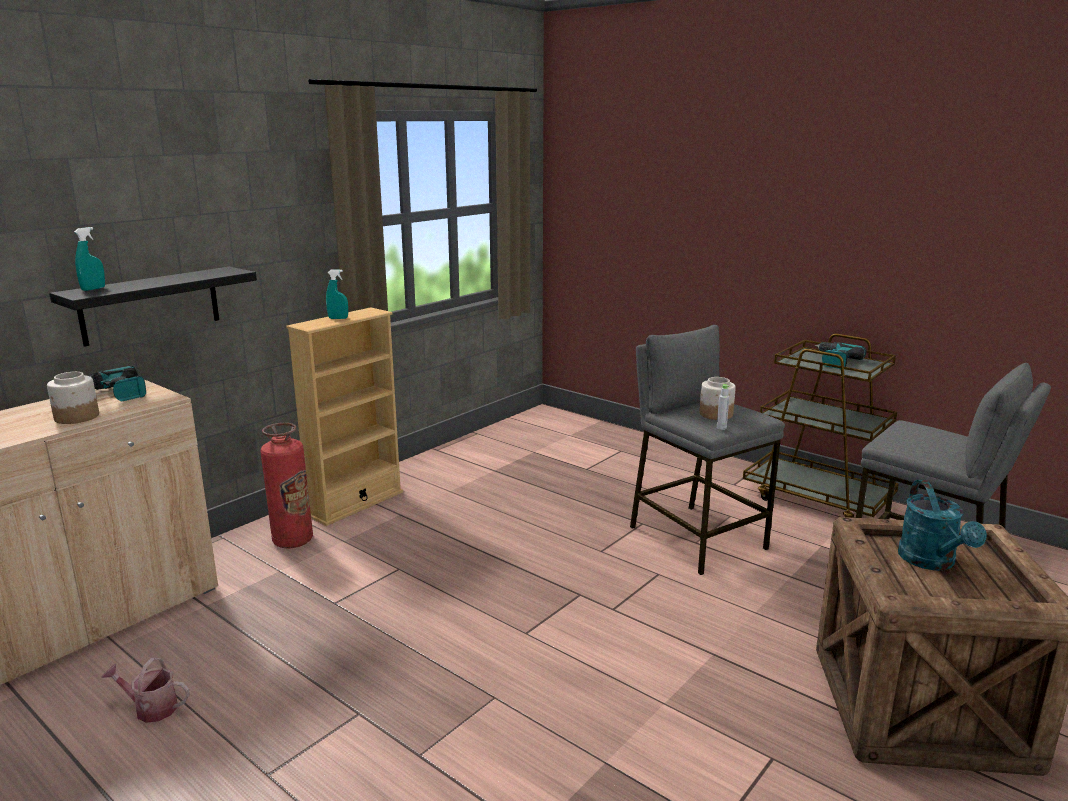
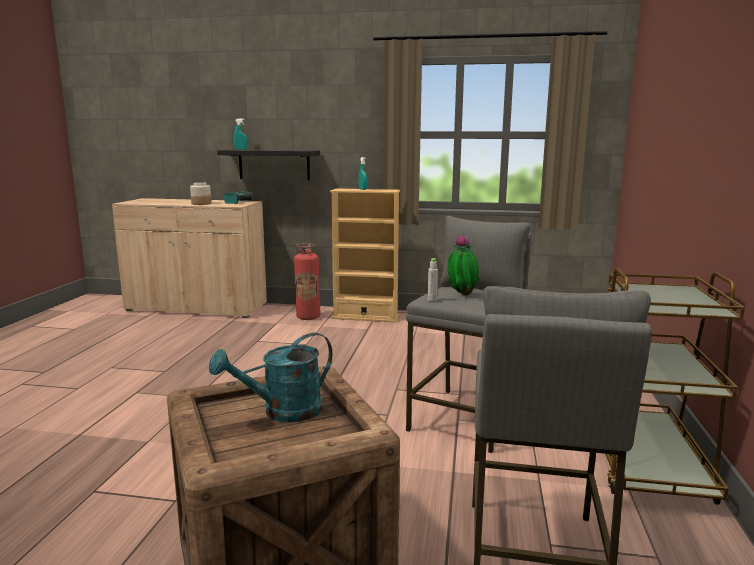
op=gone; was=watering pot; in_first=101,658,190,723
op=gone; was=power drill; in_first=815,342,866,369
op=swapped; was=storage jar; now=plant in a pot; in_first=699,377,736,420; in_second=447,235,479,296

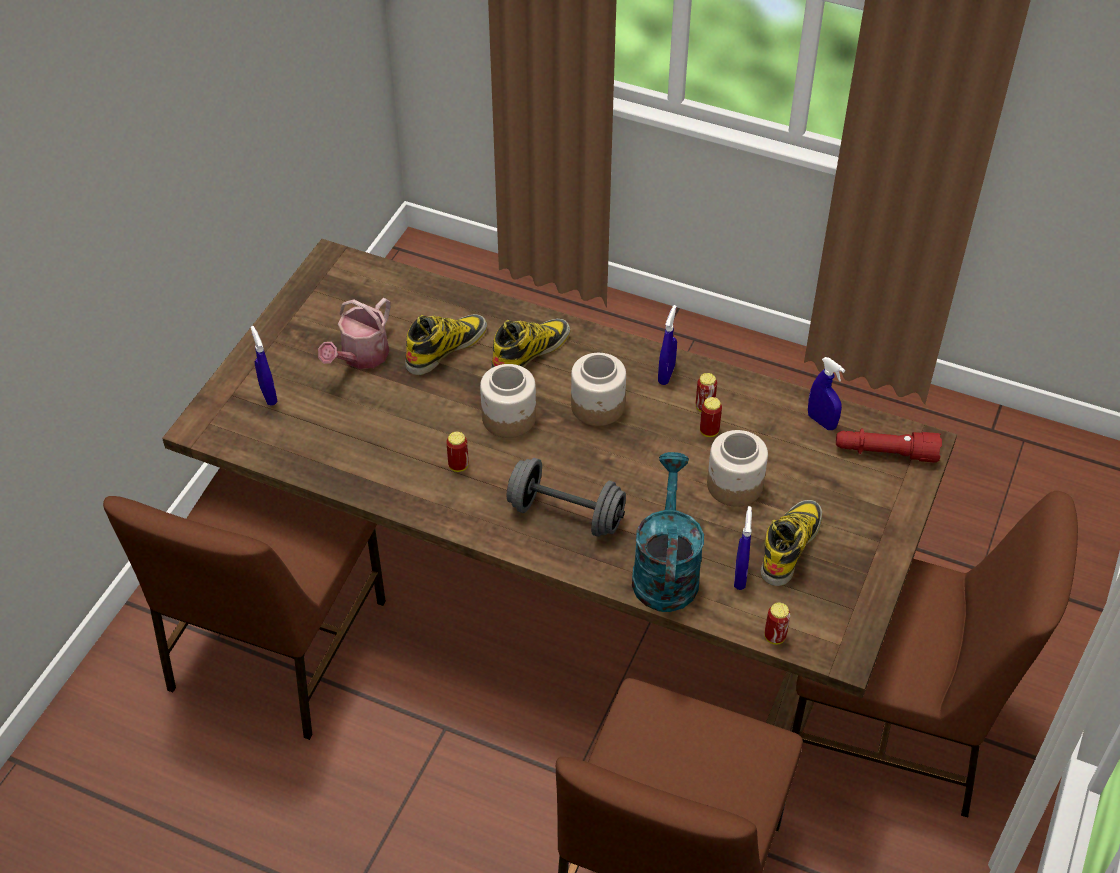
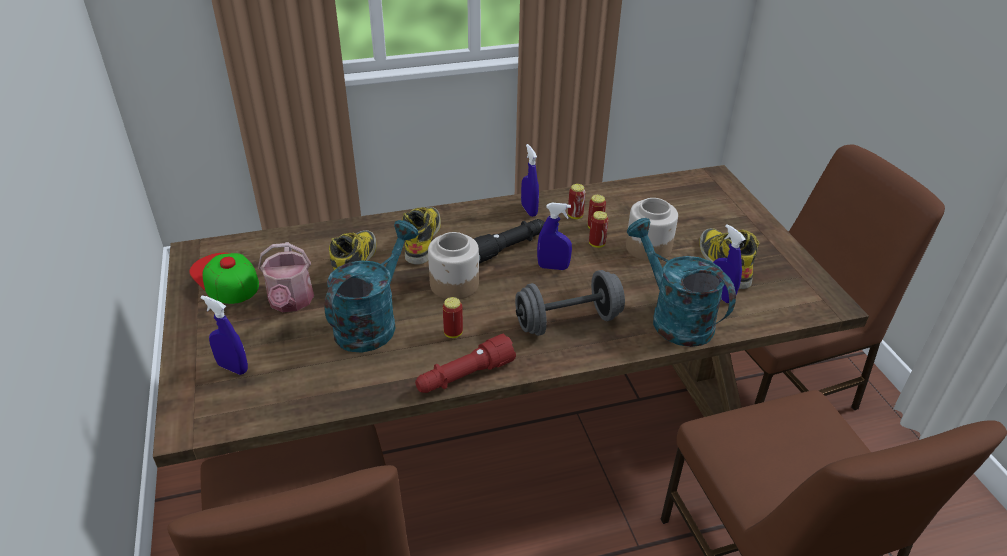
op=new; now=peaked cap; in_second=189,253,259,304
op=new; now=turquoise-coloured watering pot; in_second=325,220,419,353
op=shifted; was=can; in_first=765,603,790,645; in_second=589,211,609,248
op=shifted; was=blue spray bottle; in_first=808,357,845,430; in_second=537,203,572,270
op=shifted; was=red hand torch; in_first=836,429,942,463; in_second=415,334,516,393
op=swapped; was=storage jar; now=blackish hand torch; in_first=571,353,626,426; in_second=474,219,545,263

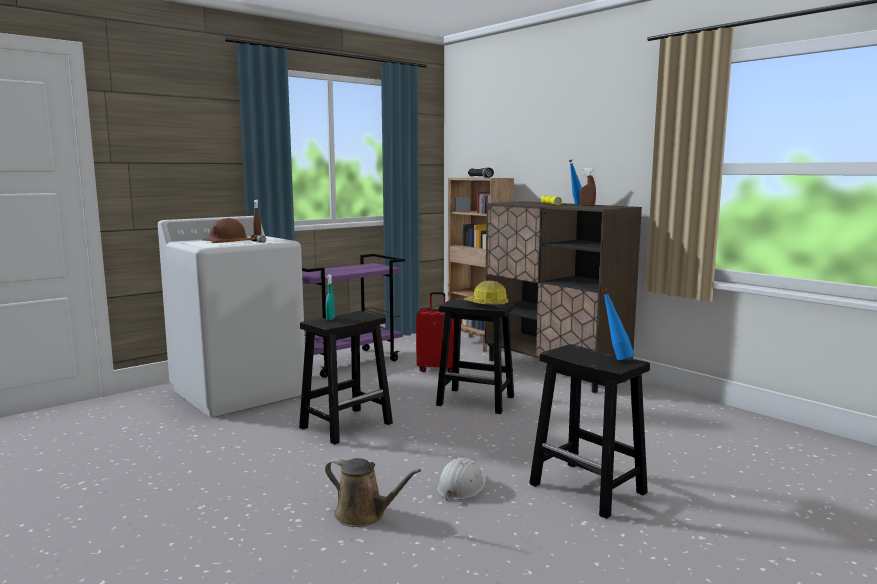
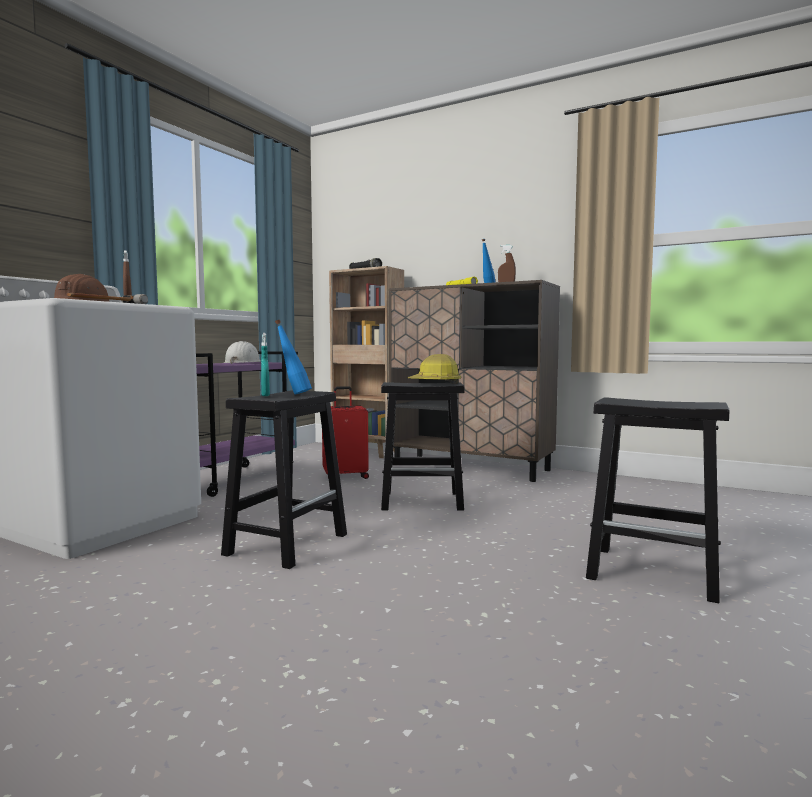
op=gone; was=brownish watering pot; in_first=325,458,421,527
op=shifted; was=white-coloured hard hat; in_first=437,458,487,501; in_second=224,341,261,364
op=shifted; was=blue bottle; in_first=602,288,634,360; in_second=275,320,312,394

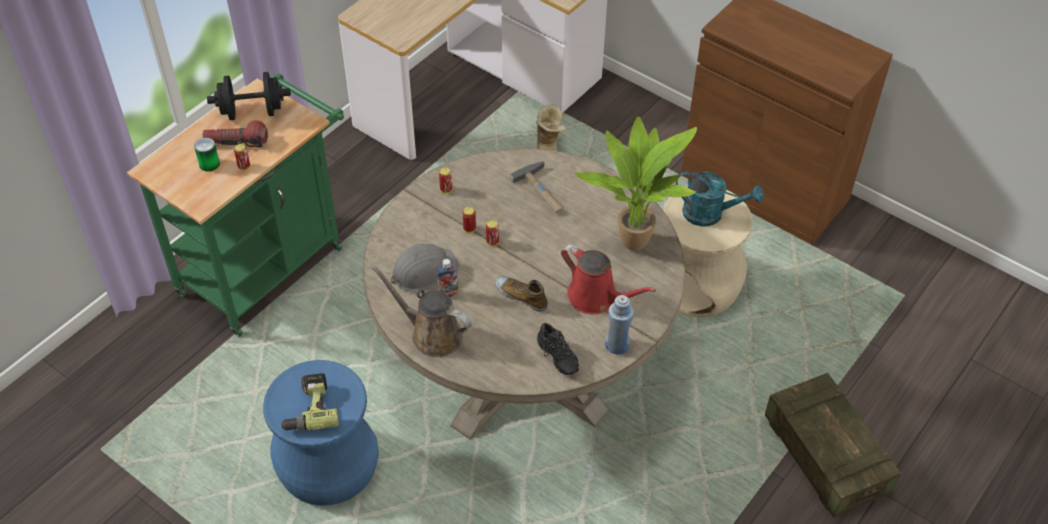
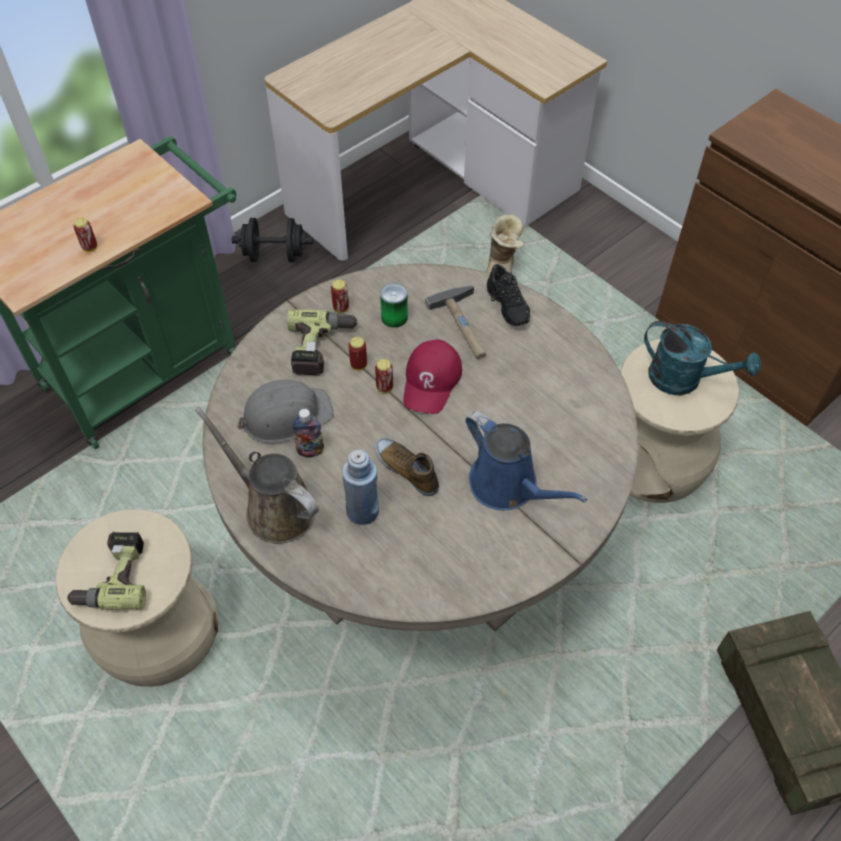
op=gone; was=hand torch; in_first=203,120,268,148
op=gone; was=plant in a pot; in_first=575,116,697,251
op=new; now=power drill; in_second=287,309,359,375
op=new; now=red peaked cap; in_second=403,340,462,414
op=shifted; was=can; in_first=194,138,220,172; in_second=380,283,408,328
op=shifted; was=blackish free weight; in_first=207,72,291,120; in_second=232,218,313,262
op=shifted; was=blackish item of footwear; in_first=537,323,579,375; in_second=487,264,530,326
op=shifted; was=blue bottle; in_first=605,295,634,354; in_second=342,449,379,525
op=repainted; was=blue stool seat; now=beige stool seat; in_first=263,360,379,505; in_second=55,509,218,687
op=repainted; was=red watering pot; now=blue watering pot; in_first=561,244,656,314; in_second=465,411,587,510

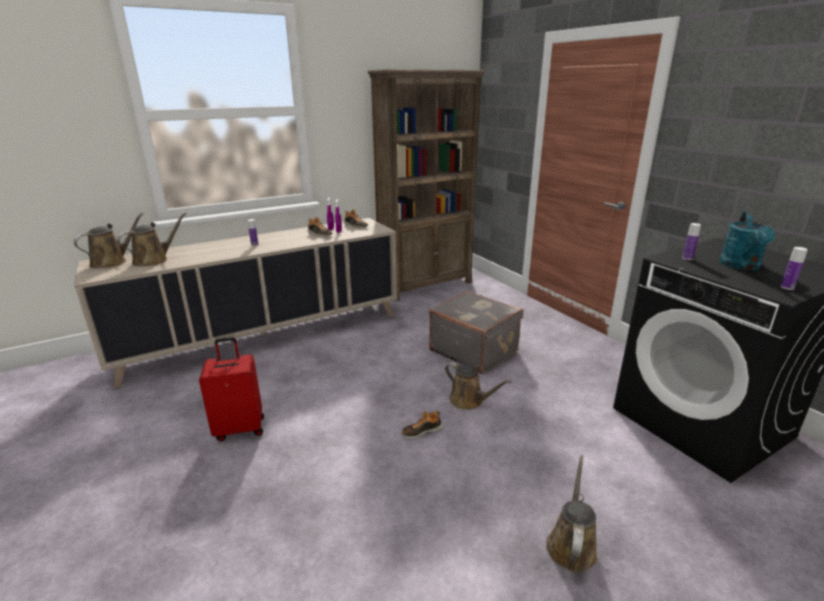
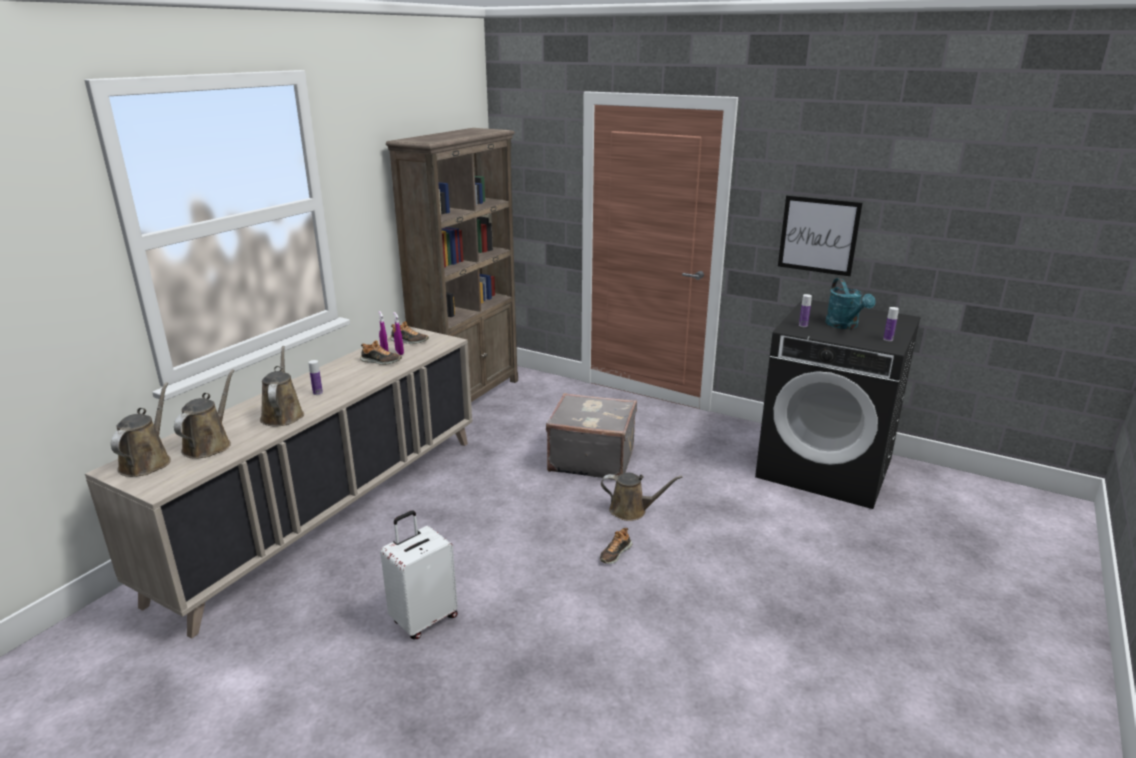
op=new; now=wall art; in_second=778,195,863,276
op=shifted; was=brownish watering pot; in_first=546,455,597,572; in_second=260,346,304,427
op=repainted; was=red piece of luggage; now=white-coloured piece of luggage; in_first=199,337,264,441; in_second=380,511,458,639

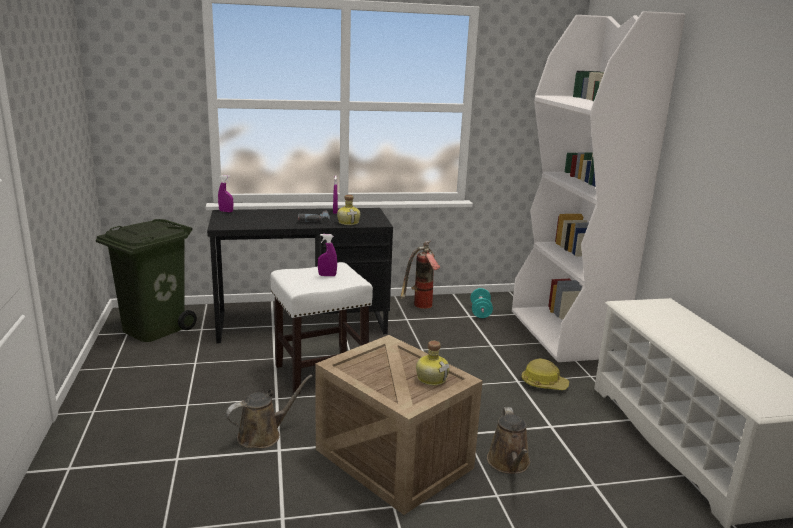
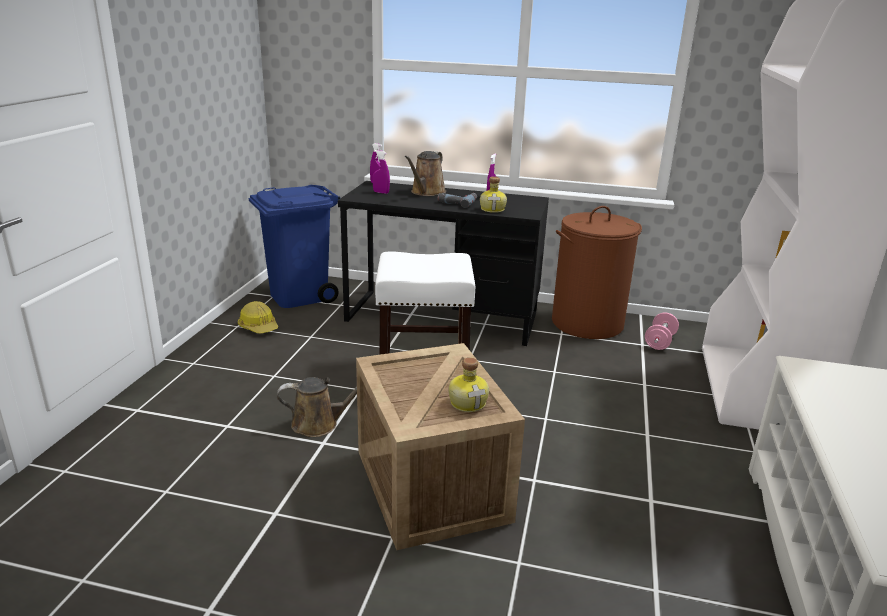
op=shifted; was=purplish spray bottle; in_first=318,234,337,276; in_second=372,150,390,194
op=shifted; was=brownish watering pot; in_first=487,407,530,474; in_second=405,151,446,196
op=shifted; was=hard hat; in_first=521,359,569,390; in_second=238,301,279,333
op=swapped; was=fire-fighting cylinder; now=brownish laundry basket; in_first=401,241,441,309; in_second=552,206,642,339
op=repainted; was=green waste bin; now=blue waste bin; in_first=96,219,197,342; in_second=249,185,340,308
op=repainted; was=turquoise-coloured free weight; now=pink free weight; in_first=471,288,493,318; in_second=645,312,679,350

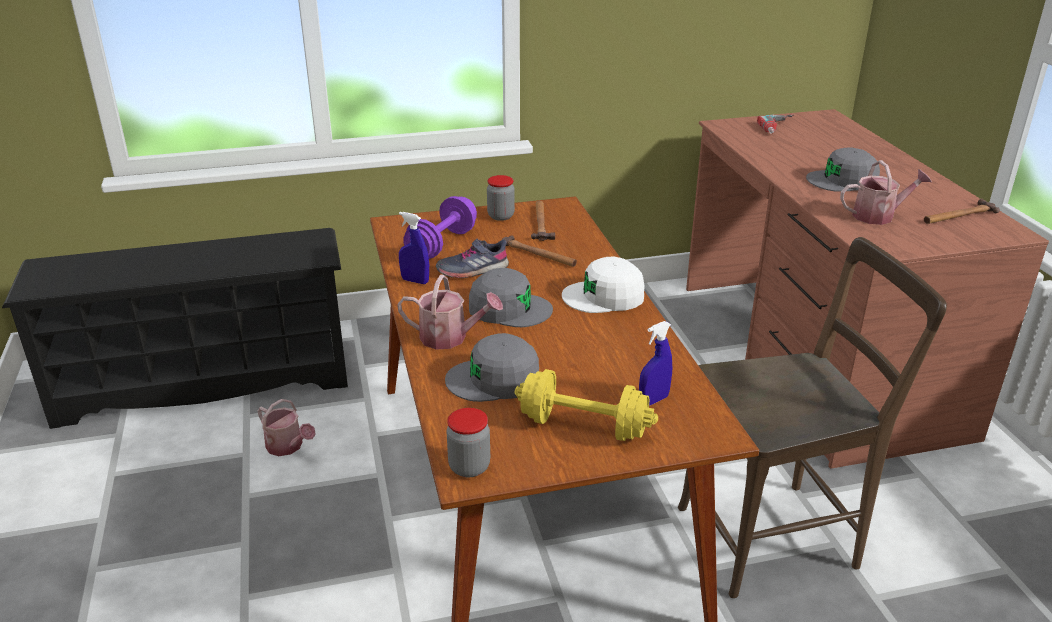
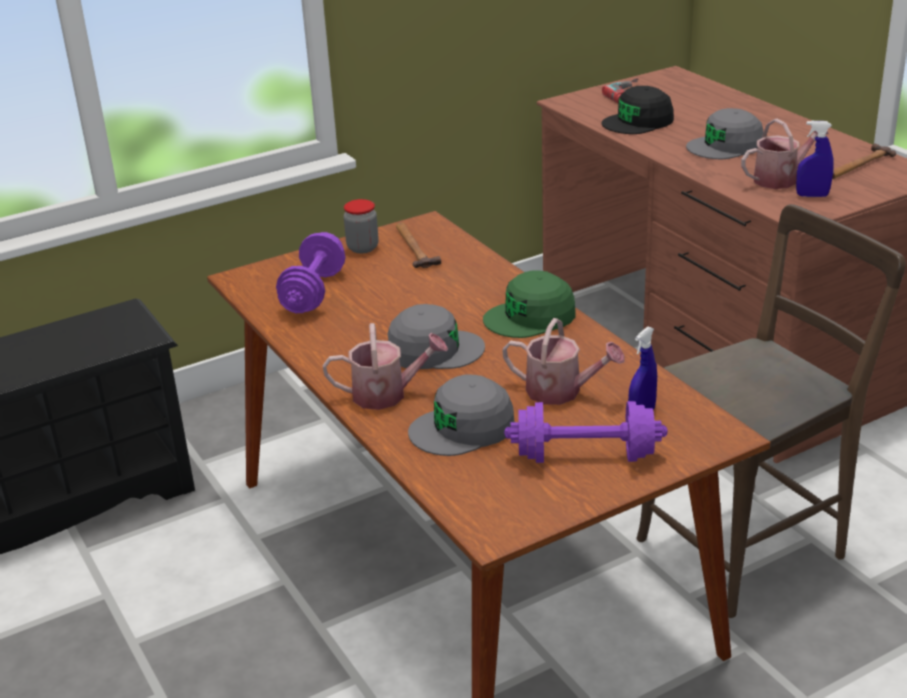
op=gone; was=grey item of footwear; in_first=436,238,509,278
op=gone; was=storage jar; in_first=446,408,490,477
op=gone; was=hand hammer; in_first=498,235,577,267
op=new; now=blackish peaked cap; in_second=601,86,674,134
op=shifted; was=watering pot; in_first=258,399,316,456; in_second=502,318,625,405
op=shifted; was=blue spray bottle; in_first=399,212,429,284; in_second=796,121,834,197
op=repainted; was=yellowish free weight; now=purplish free weight; in_first=514,369,658,441; in_second=504,401,668,463
op=repainted; was=white-coloured peaked cap; now=green peaked cap; in_first=562,257,645,313; in_second=483,270,576,338

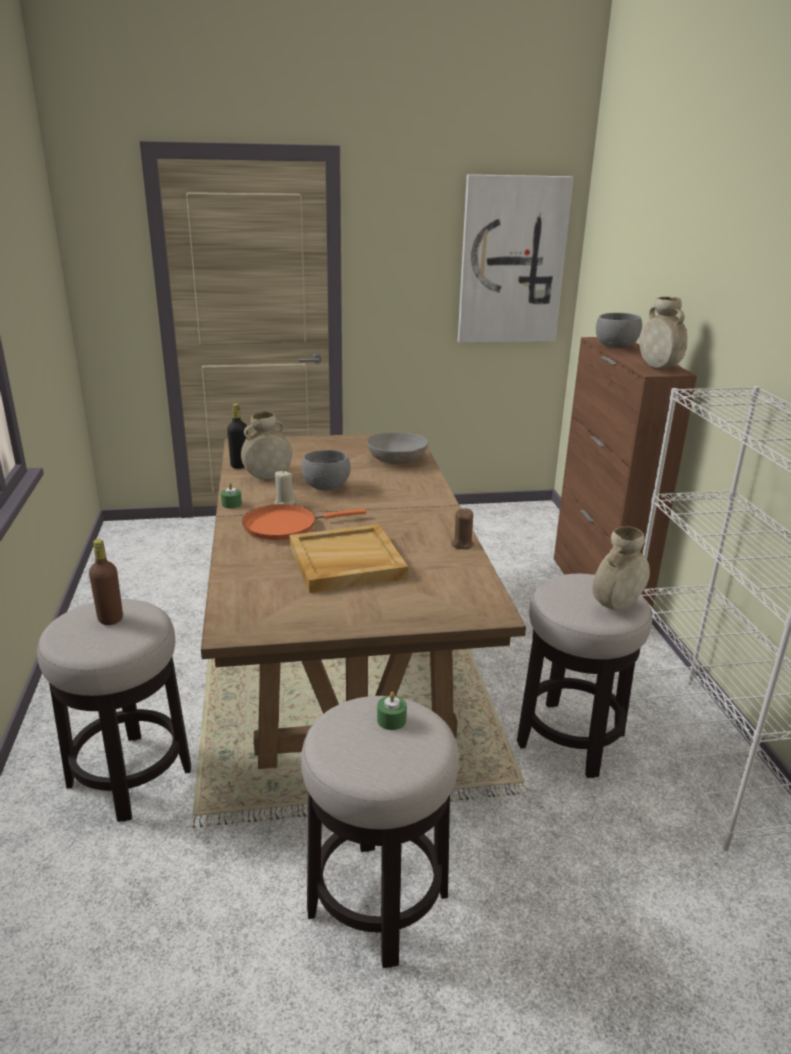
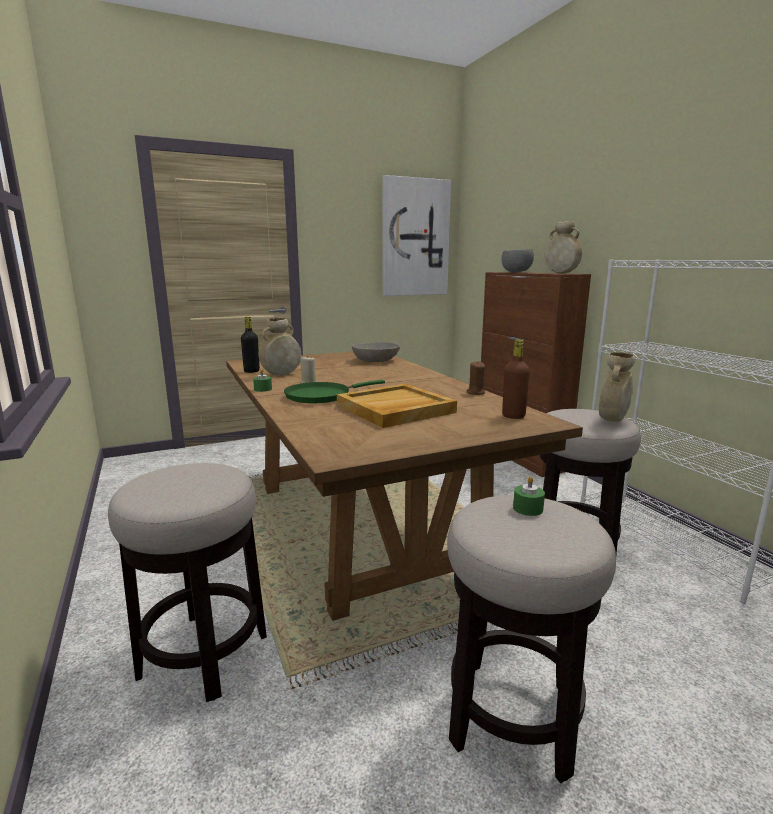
op=gone; was=grey bowl; in_first=302,450,351,490
op=shifted; was=brownish bottle; in_first=89,539,123,625; in_second=502,339,530,419
op=repainted; was=orange-coloured frying pan; now=green frying pan; in_first=242,504,366,540; in_second=284,380,385,403

